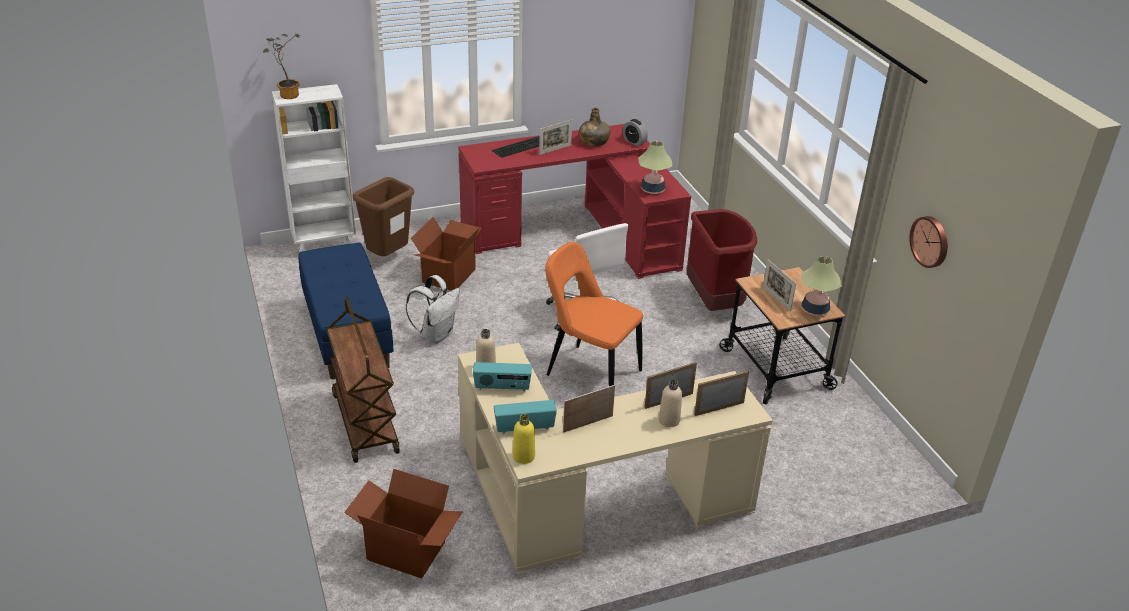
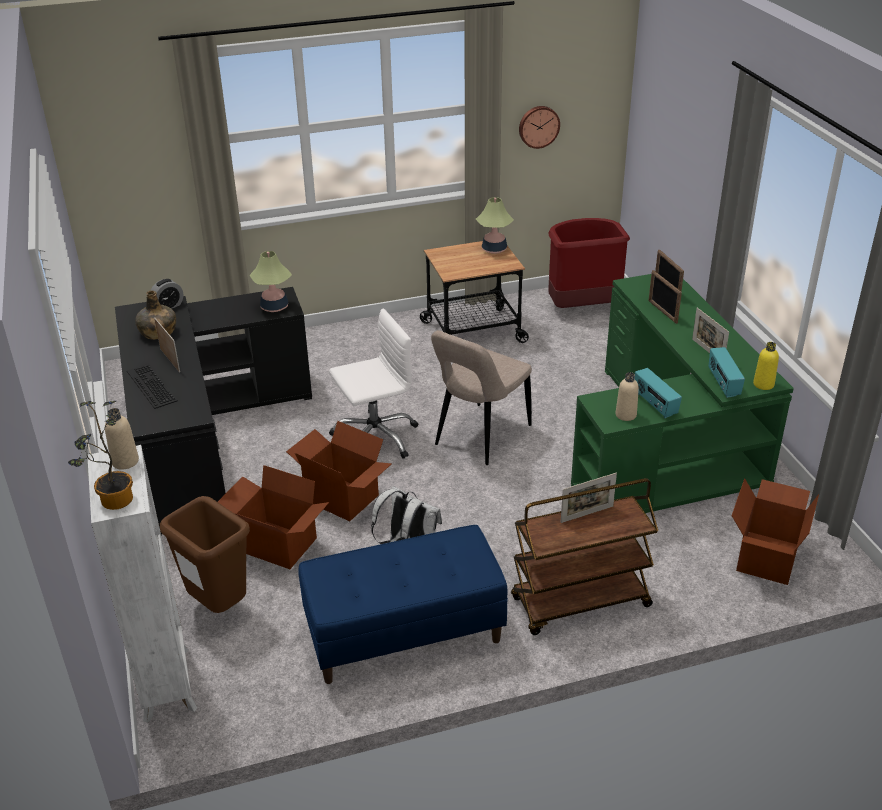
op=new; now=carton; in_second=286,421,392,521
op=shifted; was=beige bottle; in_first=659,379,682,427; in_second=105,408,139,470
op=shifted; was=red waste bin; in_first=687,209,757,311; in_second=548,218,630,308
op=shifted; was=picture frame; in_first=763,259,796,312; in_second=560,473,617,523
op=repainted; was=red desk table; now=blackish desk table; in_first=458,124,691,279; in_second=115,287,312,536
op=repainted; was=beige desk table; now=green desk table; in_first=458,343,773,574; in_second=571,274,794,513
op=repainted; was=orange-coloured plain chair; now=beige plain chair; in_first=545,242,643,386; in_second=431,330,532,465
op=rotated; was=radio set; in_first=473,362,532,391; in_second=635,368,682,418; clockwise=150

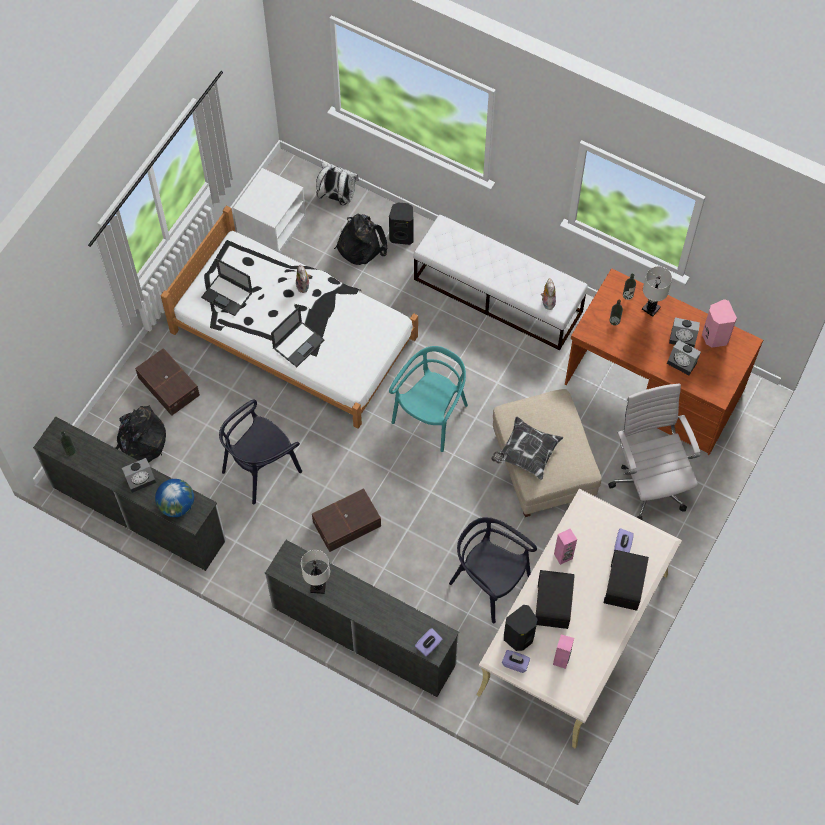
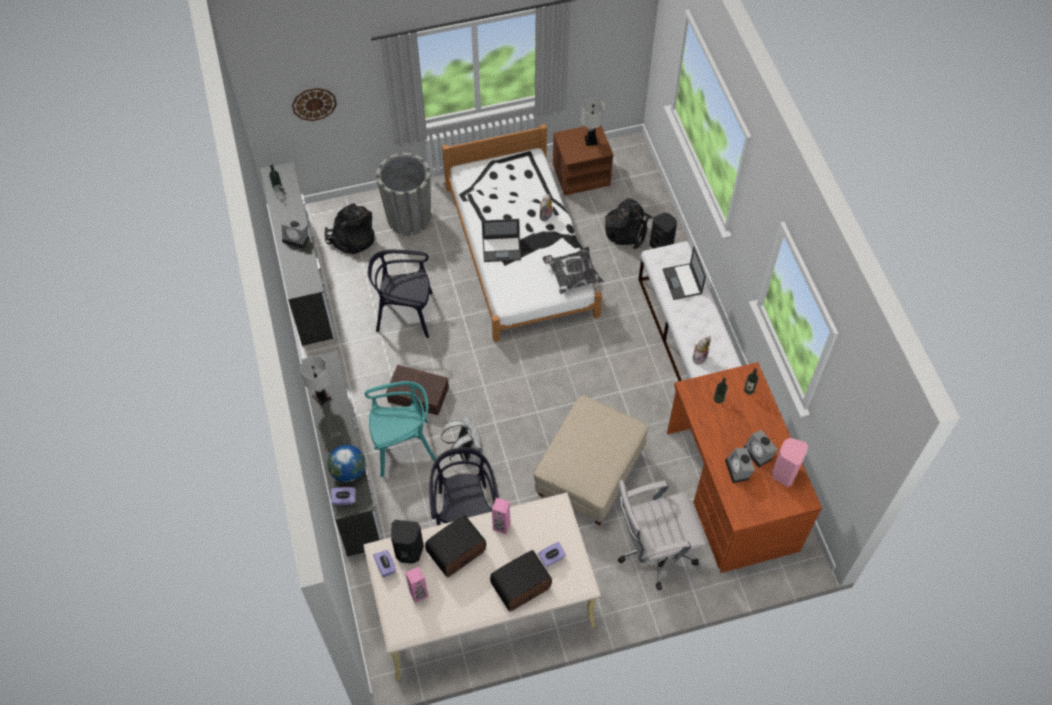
op=new; now=hanging clock; in_second=292,88,337,121
op=shifted; was=globe; in_first=155,479,194,517; in_second=327,445,365,482
op=shifted; was=notebook computer; in_first=201,258,253,316; in_second=663,246,706,300
op=shifted; was=white-coloured backpack; in_first=316,162,359,206; in_second=441,415,483,465
op=shifted; was=turquoise-coloured plain chair; in_first=389,346,468,452; in_second=365,381,436,477
op=shifted; was=throw pillow; in_first=491,416,563,480; in_second=543,247,604,294
op=shifted; was=white-coloured lamp for a table; in_first=642,266,672,317; in_second=581,98,604,146
op=swapped; was=brownish storage bin; now=grey plant pot; in_first=135,348,200,416; in_second=376,153,431,236
op=repainted; was=white-coloured night table; now=brownish night table; in_first=233,168,306,253; in_second=553,125,613,196
op=rotated; was=white-coloured computer chair; in_first=608,383,700,520; in_second=618,480,706,590; clockwise=-135

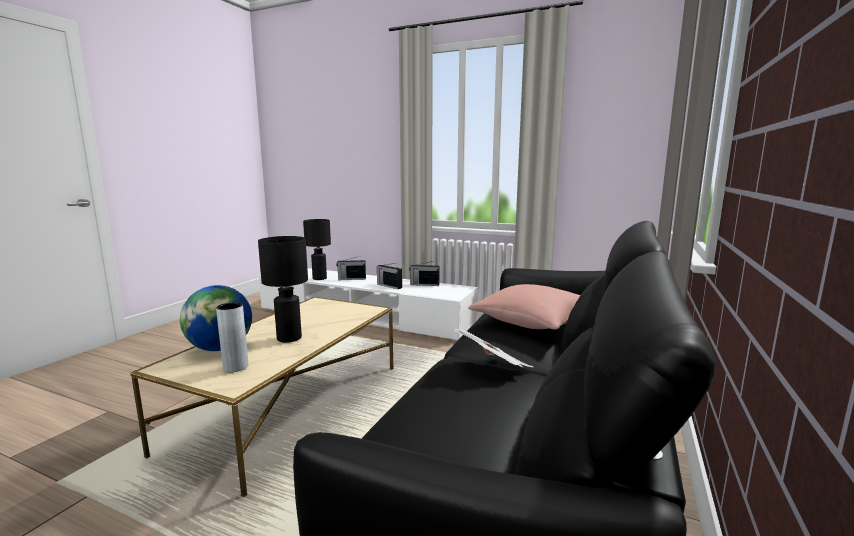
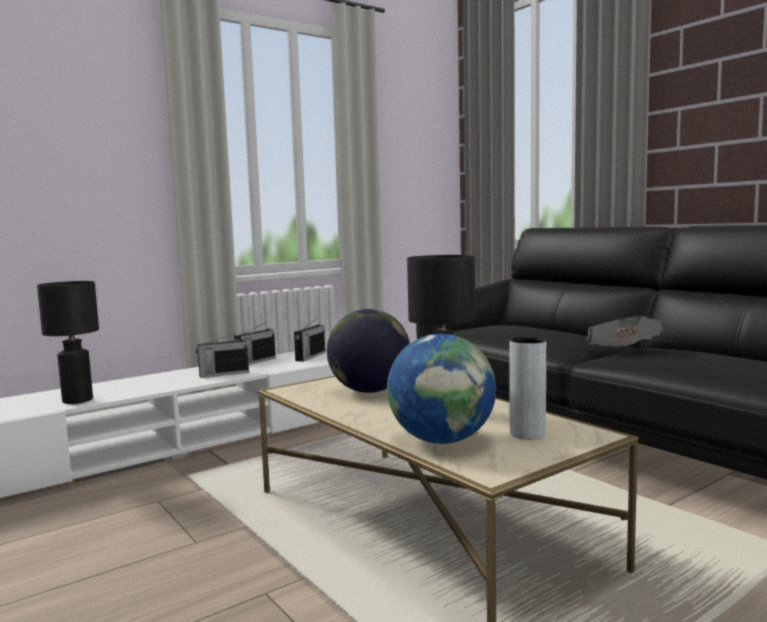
op=gone; was=pink throw pillow; in_first=468,284,580,329
op=new; now=globe; in_second=327,309,410,393
op=shifted; was=radio set; in_first=336,256,366,280; in_second=294,319,325,362

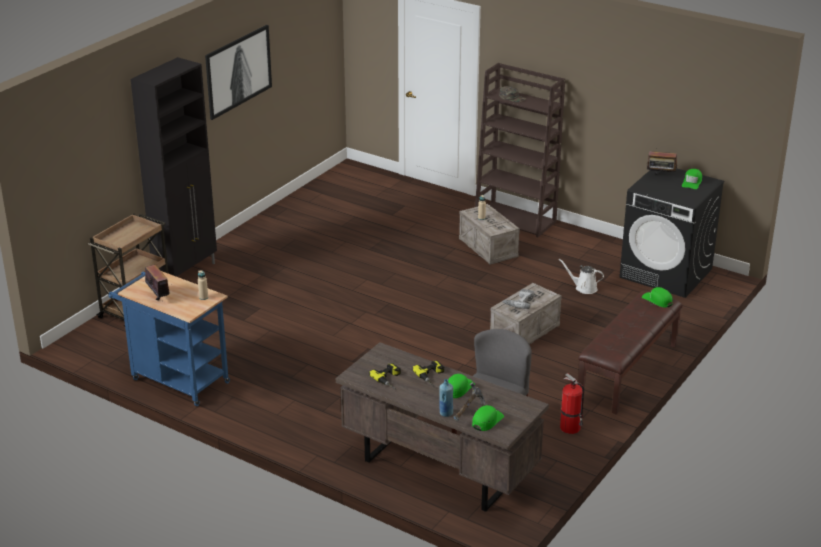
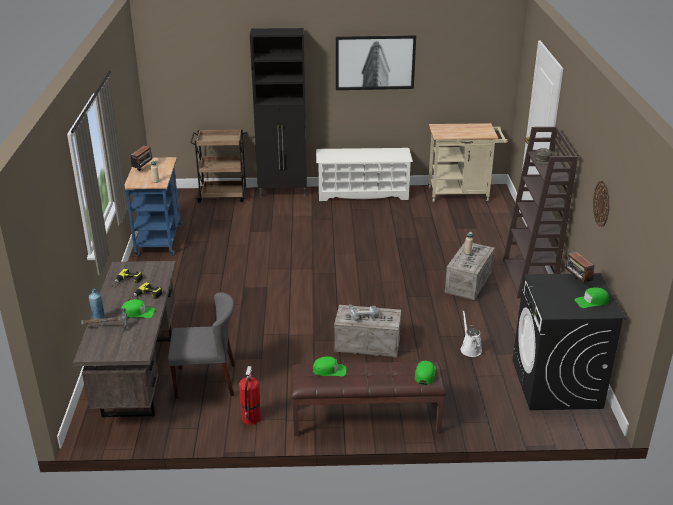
op=new; now=white-coloured shoe stand; in_second=316,148,413,201
op=new; now=beige cart; in_second=428,123,507,202
op=new; now=hanging clock; in_second=593,181,609,227
op=shifted; was=green peaked cap; in_first=472,405,504,431; in_second=313,356,346,376

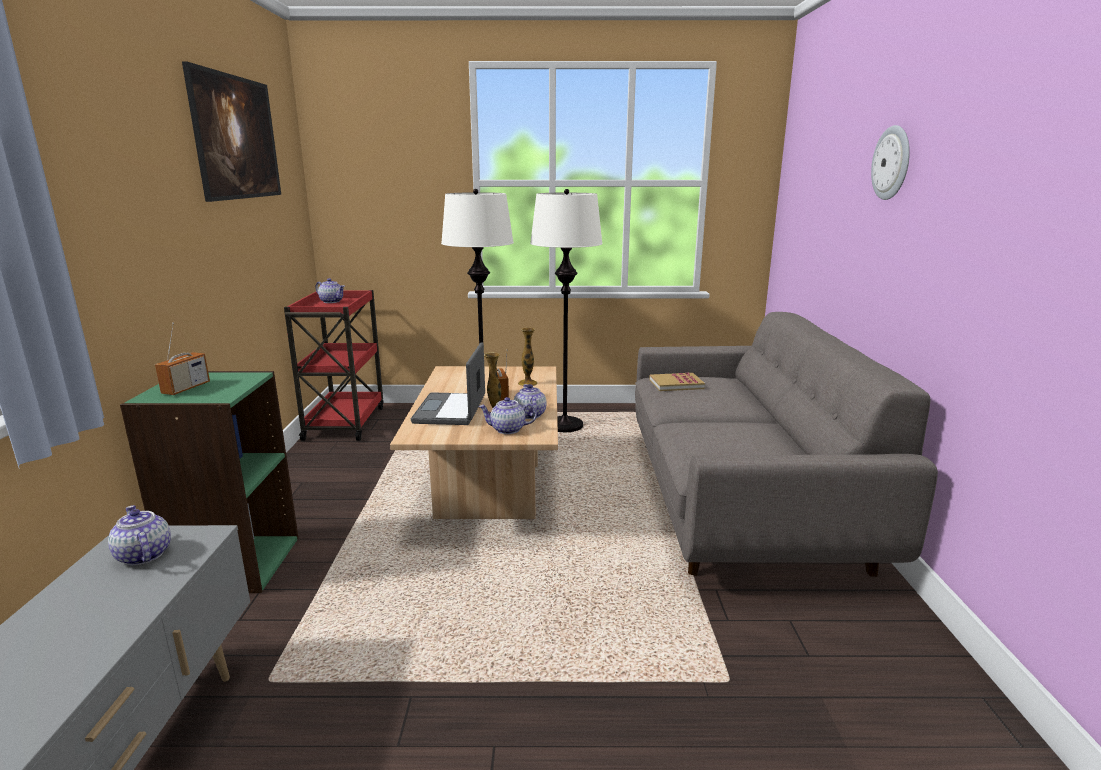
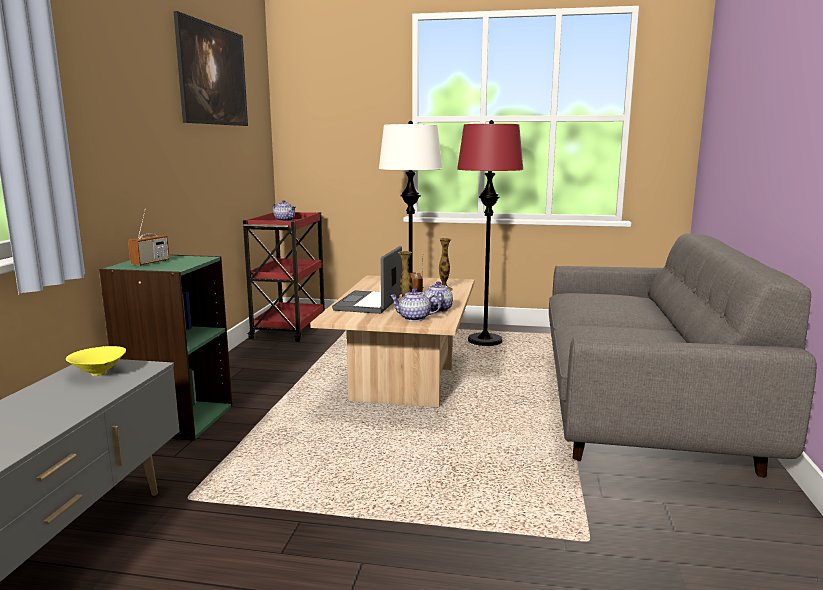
op=gone; was=bound book; in_first=649,373,705,391
op=gone; was=hanging clock; in_first=871,125,910,200
op=swapped; was=pot for tea; now=yellowish bowl; in_first=108,505,171,566; in_second=66,346,126,376
op=repainted; was=white-coloured floor lamp; now=red floor lamp; in_first=530,189,603,432; in_second=457,120,524,346

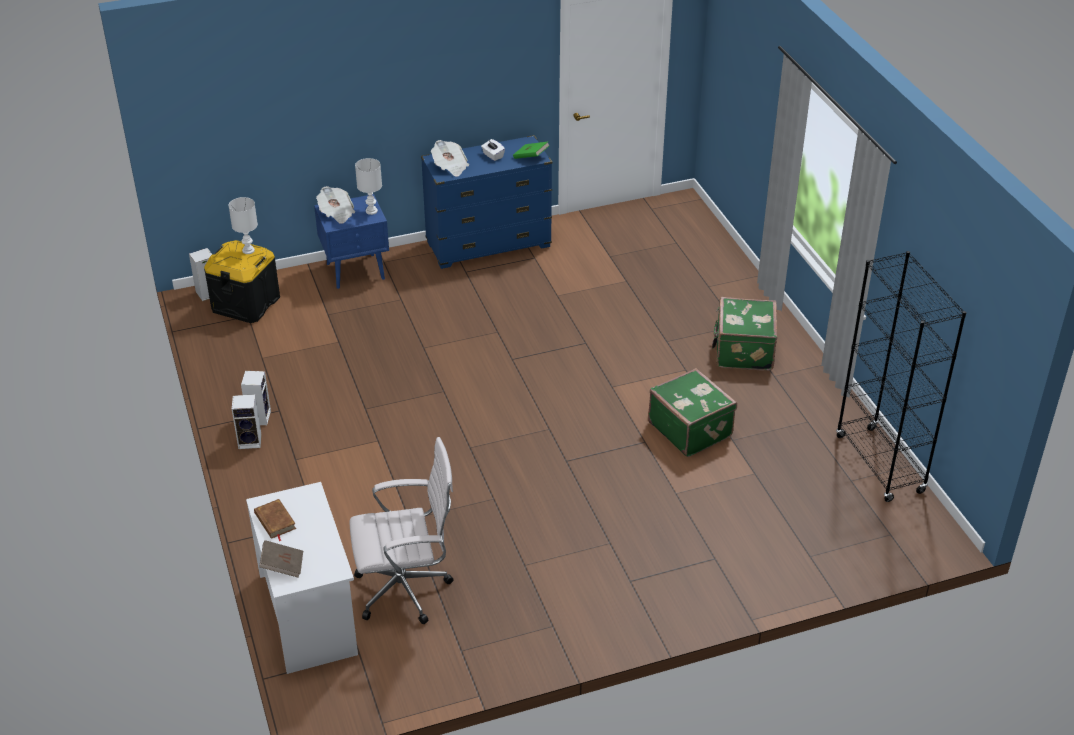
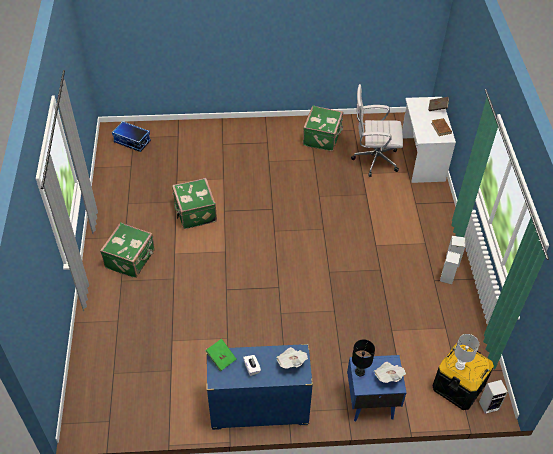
op=gone; was=blackish bookcase; in_first=836,251,967,502
op=new; now=storage bin; in_second=112,121,151,152
op=new; now=green piece of luggage; in_second=303,105,343,151
op=repainted; was=white-coloured lamp for a table; now=blackish lamp for a table; in_first=355,158,382,215; in_second=352,339,375,376

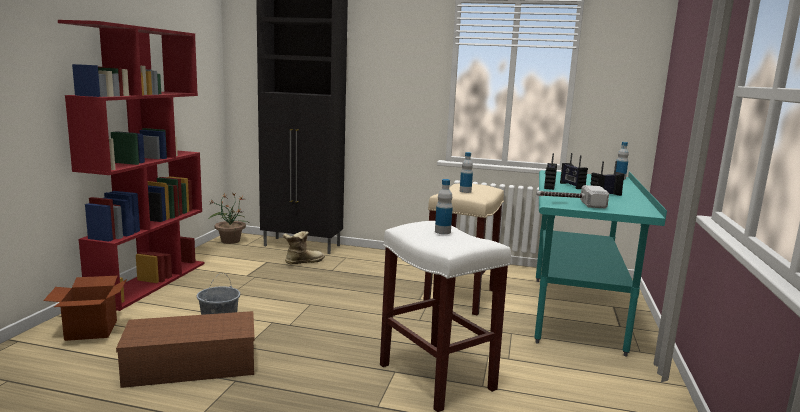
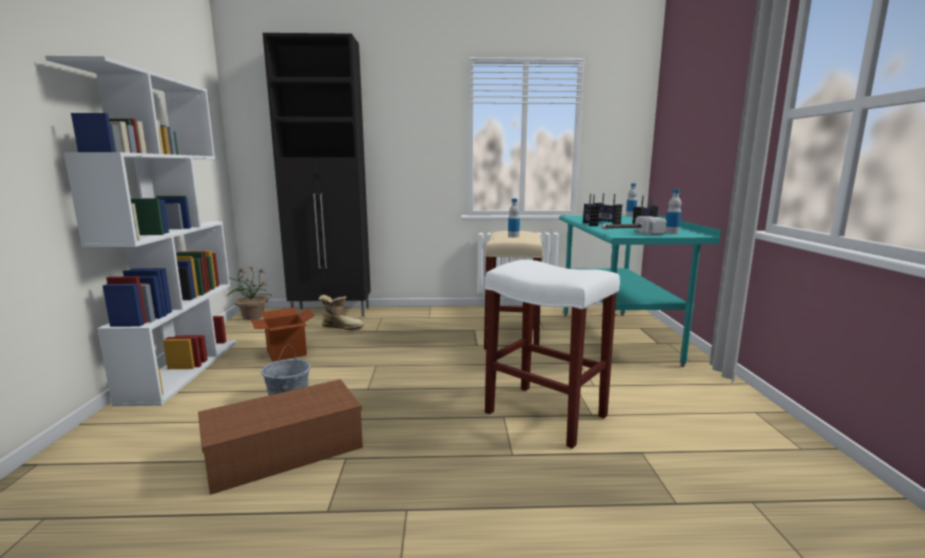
op=shifted; was=carton; in_first=43,276,127,341; in_second=251,308,315,362
op=shifted; was=bottle; in_first=435,179,453,234; in_second=665,189,682,234
op=repainted; was=red bookcase; now=white-coloured bookcase; in_first=58,20,204,311; in_second=45,56,237,407
op=rotated; was=boot; in_first=283,231,325,264; in_second=318,295,364,330; clockwise=60

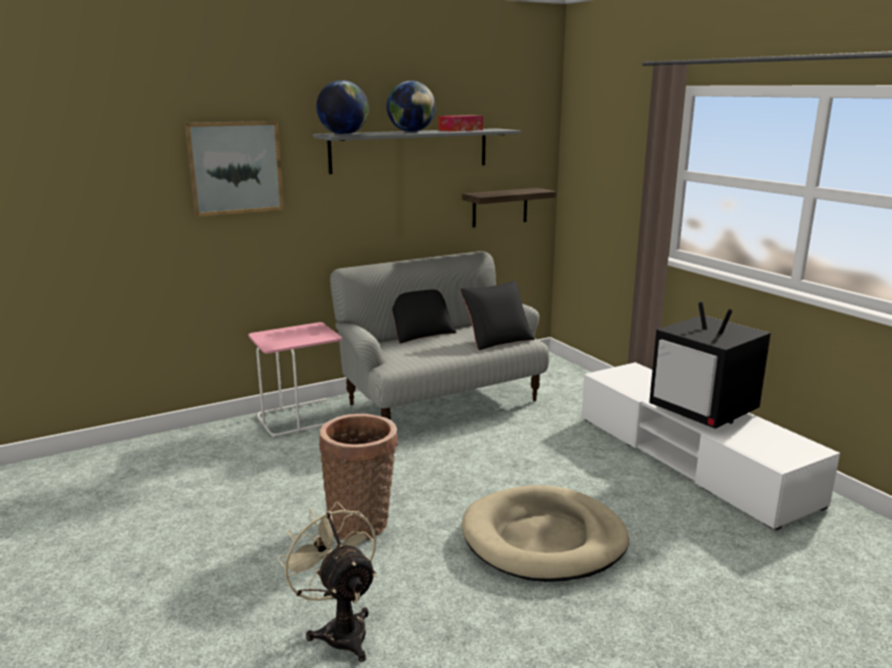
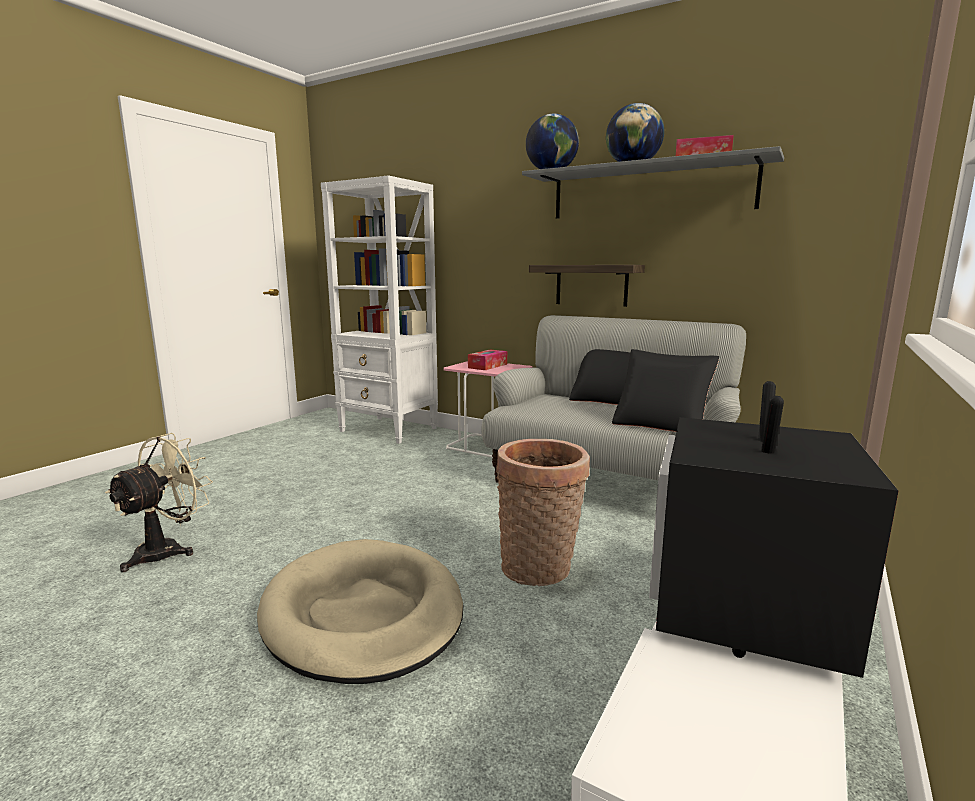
op=gone; was=wall art; in_first=184,121,284,217
op=new; now=white-coloured bookcase; in_second=321,175,438,444
op=new; now=tissue holder; in_second=468,349,507,370
op=shifted; was=basket; in_first=319,414,398,541; in_second=496,439,590,586
op=shifted; was=bracket shelf; in_first=462,188,556,227; in_second=529,265,645,307

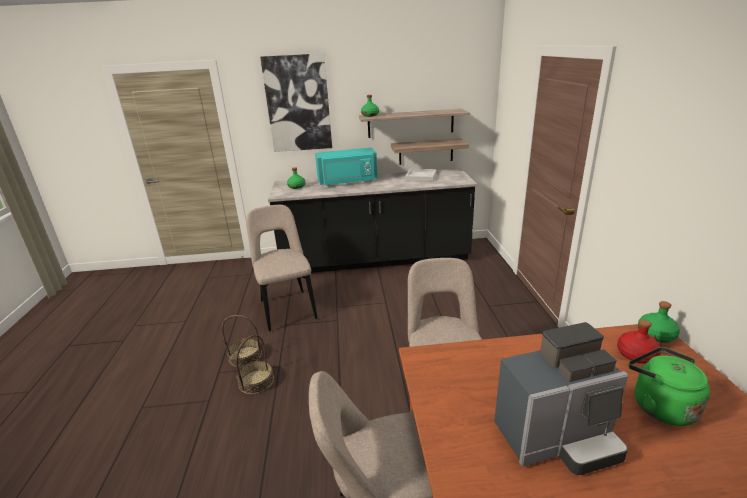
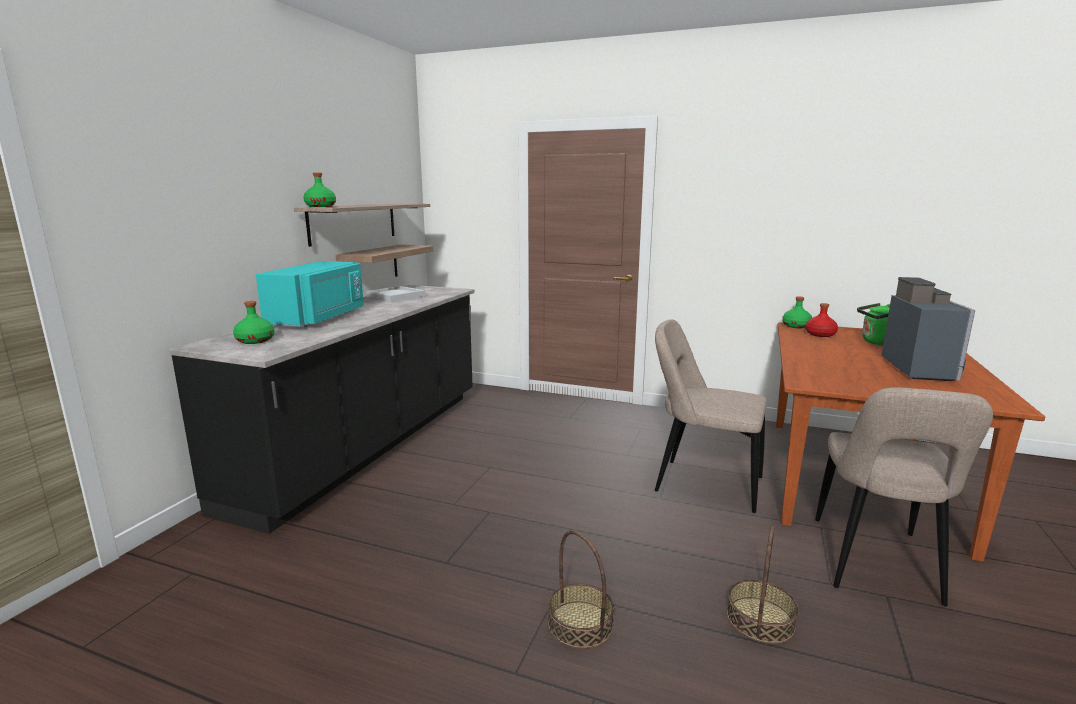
op=gone; was=beige plain chair; in_first=246,205,318,331
op=gone; was=wall art; in_first=260,53,332,152
op=shifted; was=basket; in_first=222,315,262,368; in_second=727,526,798,644

